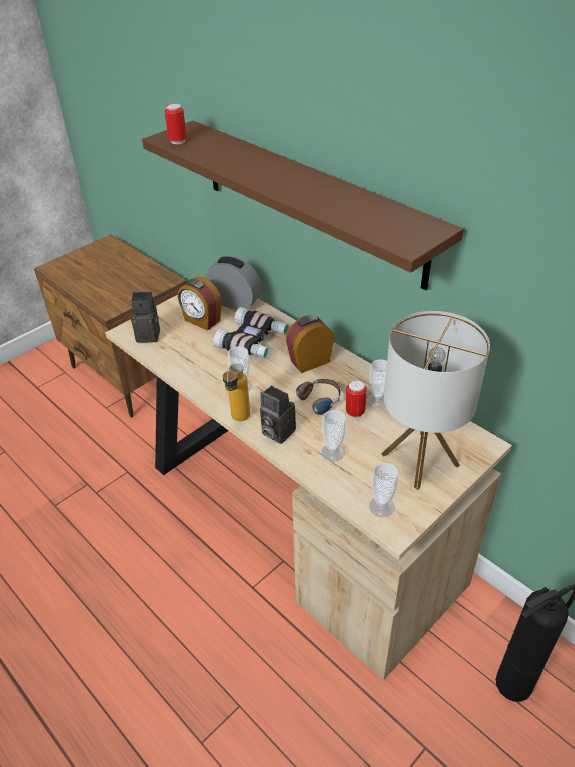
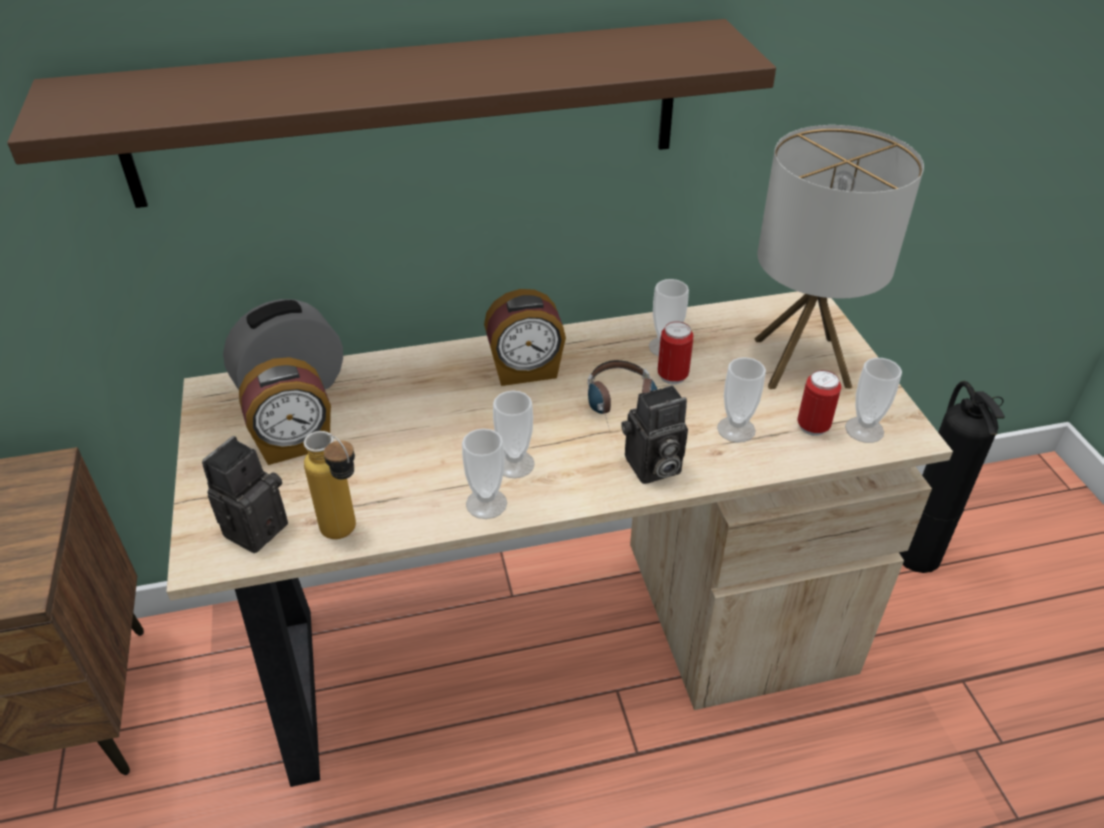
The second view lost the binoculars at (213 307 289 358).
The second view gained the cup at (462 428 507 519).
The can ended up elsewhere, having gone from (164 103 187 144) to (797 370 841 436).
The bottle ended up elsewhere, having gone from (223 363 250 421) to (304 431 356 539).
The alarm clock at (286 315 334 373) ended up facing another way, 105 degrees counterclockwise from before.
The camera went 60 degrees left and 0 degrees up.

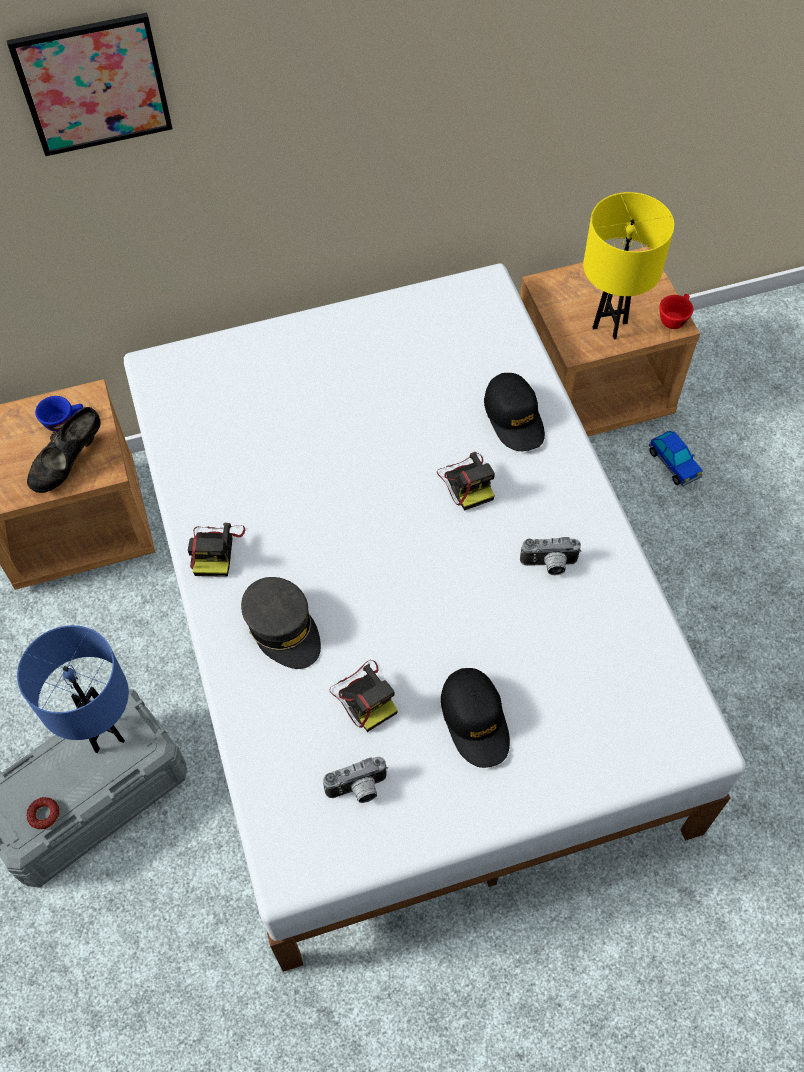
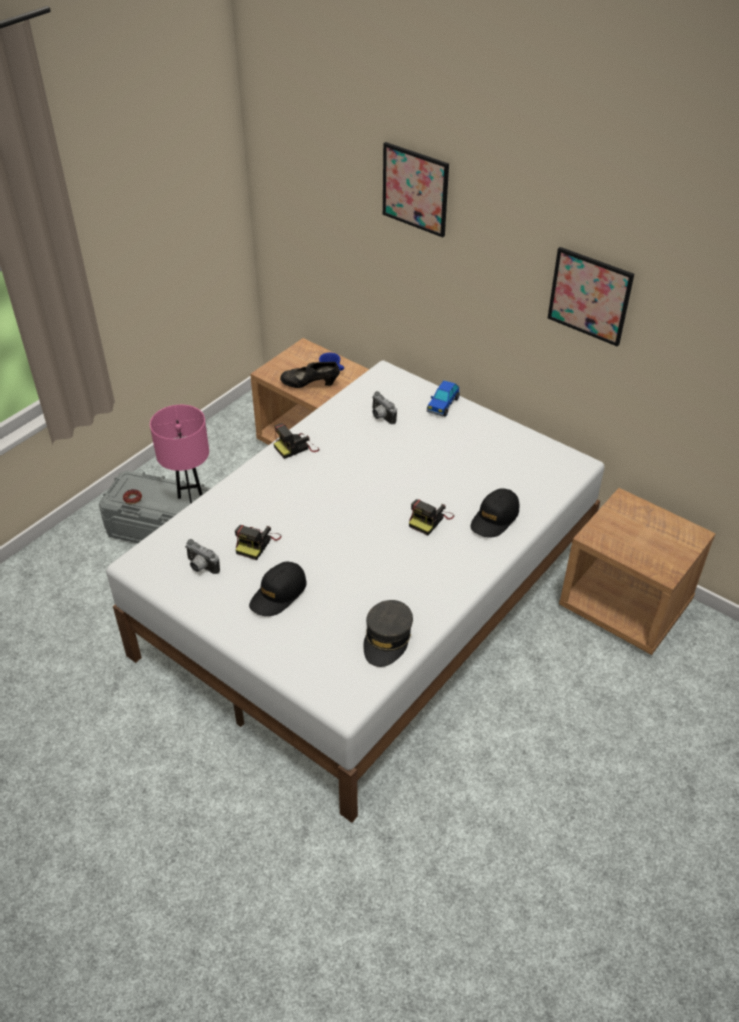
The second view lost the table lamp (yellow) at (583 192 674 340).
The second view lost the cup (red) at (659 294 693 329).
The second view gained the picture at (548 247 634 347).
The cap (grey) ended up elsewhere, having gone from (241 577 321 669) to (363 600 413 667).
The photo camera ended up elsewhere, having gone from (520 537 581 576) to (372 391 397 424).
The toy car ended up elsewhere, having gone from (649 431 703 487) to (427 380 460 417).
What was the table lamp (blue) at (17 625 129 753) turned into the table lamp (pink) at (150 405 209 504).
The camera went 55 degrees right and 15 degrees down.

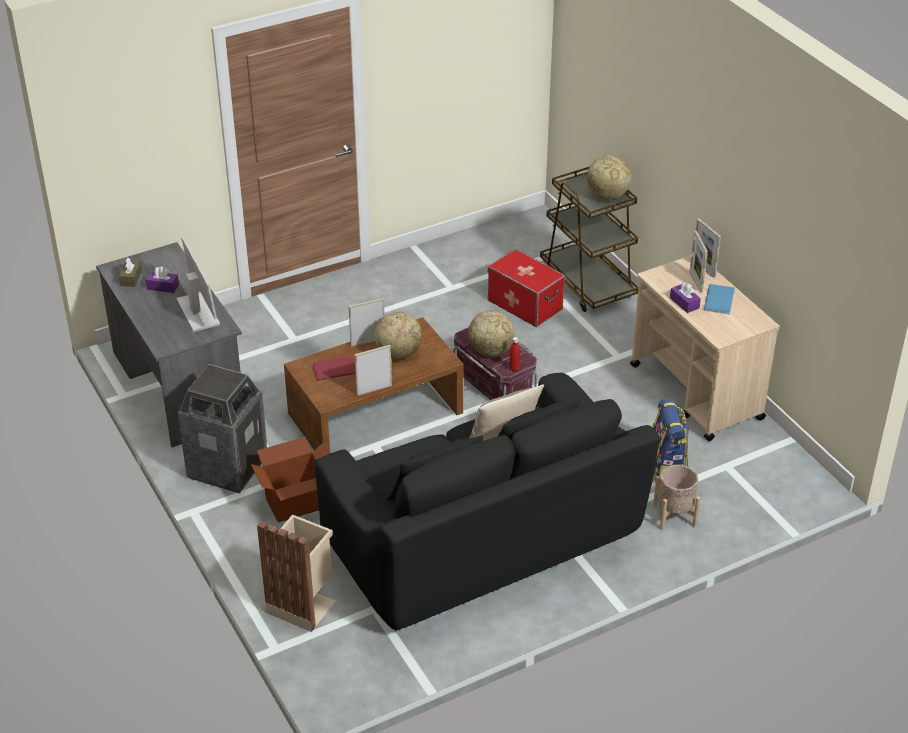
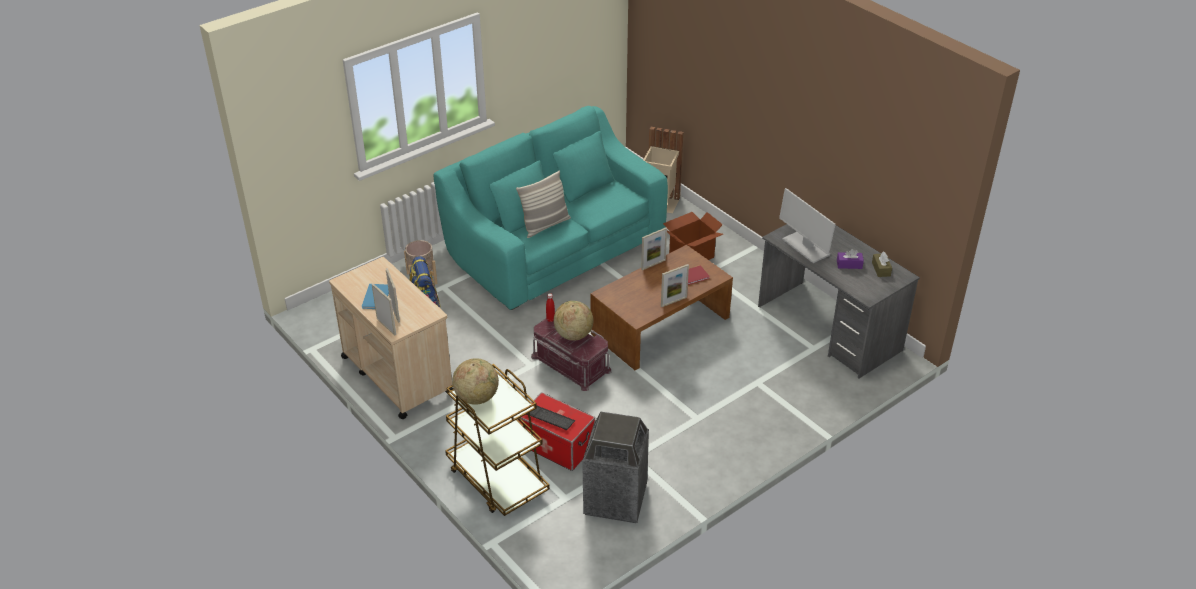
The second view lost the globe at (374 312 422 359).
The second view lost the tissue box (purple) at (670 282 701 313).
The second view gained the keyboard at (526 406 576 430).
The trash can ended up elsewhere, having gone from (178 364 267 493) to (582 412 649 523).
What was the sofa (black) at (315 373 660 631) turned into the sofa (turquoise) at (433 106 668 310).
The camera went 170 degrees right and 0 degrees up.

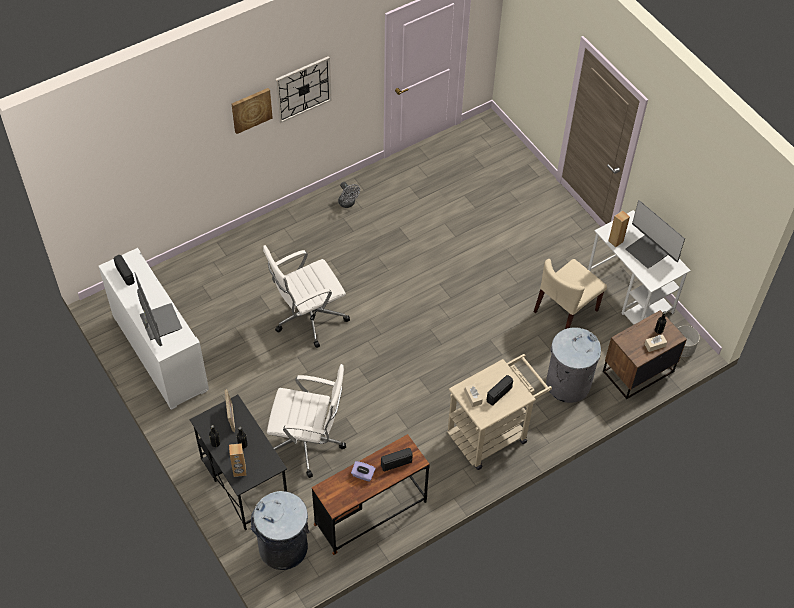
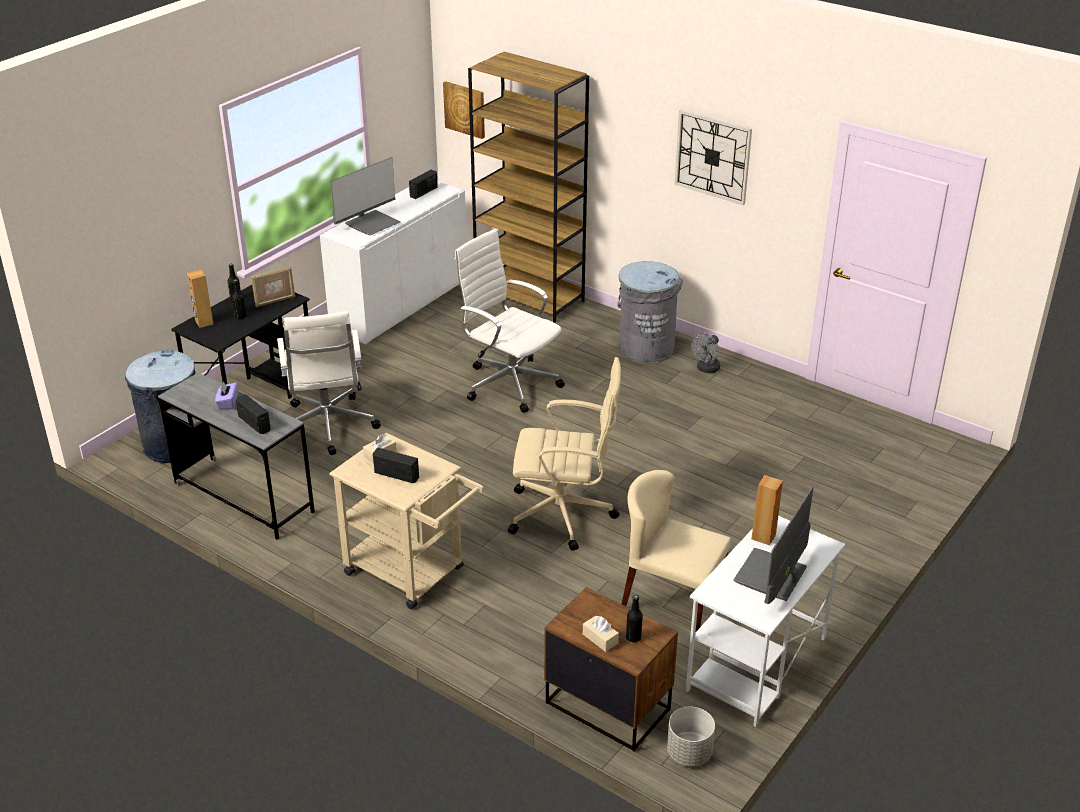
The second view gained the bookcase (brown) at (468 52 589 323).
The second view gained the office chair (beige) at (508 357 621 551).
The picture ended up elsewhere, having gone from (232 88 273 134) to (443 81 485 139).
The trash can (grey) ended up elsewhere, having gone from (546 327 601 403) to (617 261 683 363).
What was the desk (brown) at (312 434 430 555) turned into the desk (grey) at (158 372 315 540).
The camera went 70 degrees right and 20 degrees down.

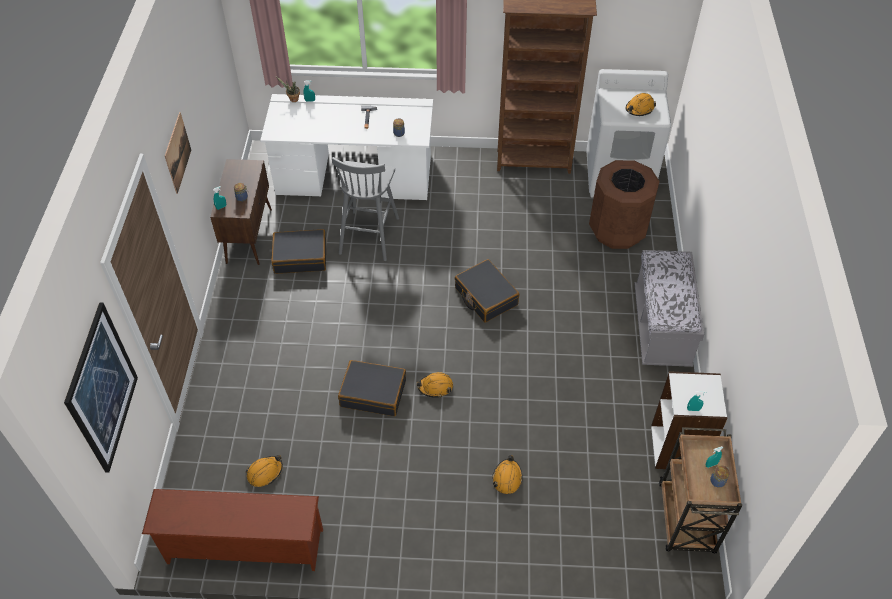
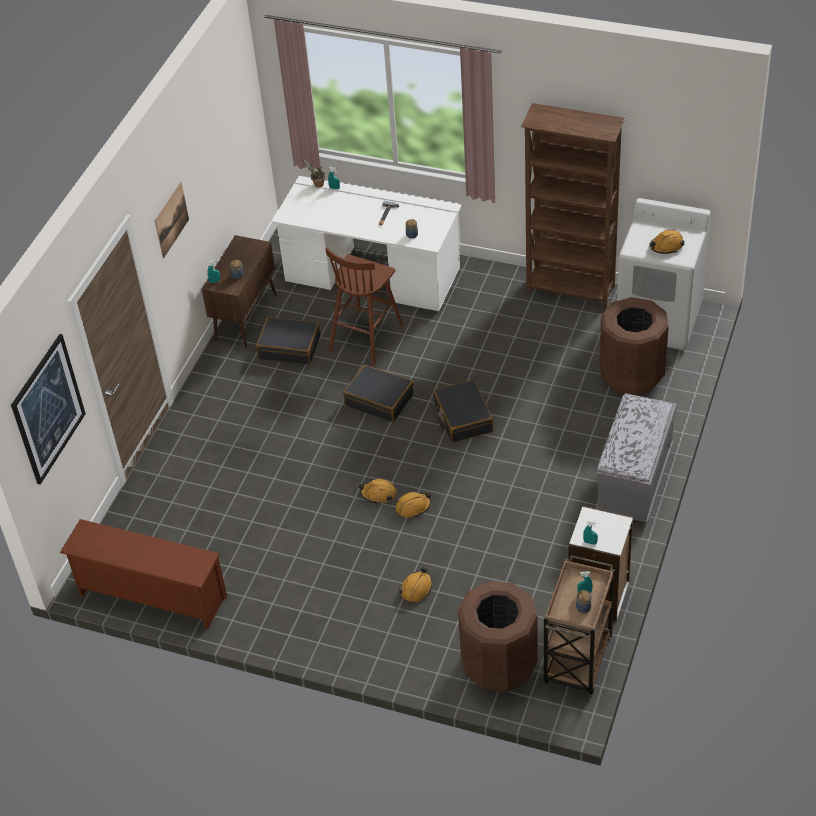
The second view gained the trash can (brown) at (458 581 538 692).
The hard hat (orange) ended up elsewhere, having gone from (246 455 283 487) to (395 492 431 517).
The suitcase (black) ended up elsewhere, having gone from (338 360 406 416) to (343 365 414 422).
What was the stool (grey) at (332 157 399 261) turned into the stool (brown) at (325 248 403 366).
The camera went 20 degrees right and 5 degrees down.

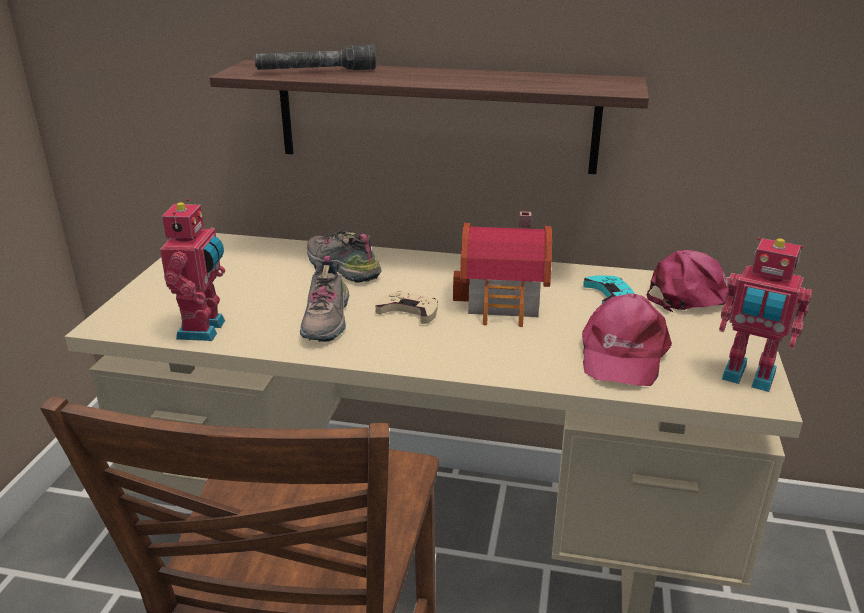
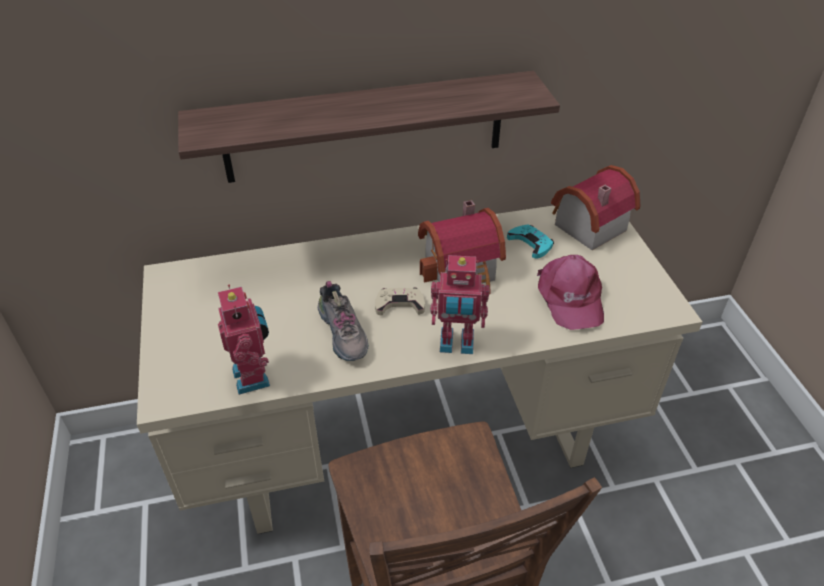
The second view lost the flashlight (grey) at (254 45 376 70).
The second view lost the shoe at (307 230 382 283).
The toy robot ended up elsewhere, having gone from (719 237 812 392) to (430 255 490 354).
Where the cap (pink) stood at (647 250 729 312), the toy house came to stand at (551 165 640 250).
The camera went 25 degrees left and 15 degrees up.

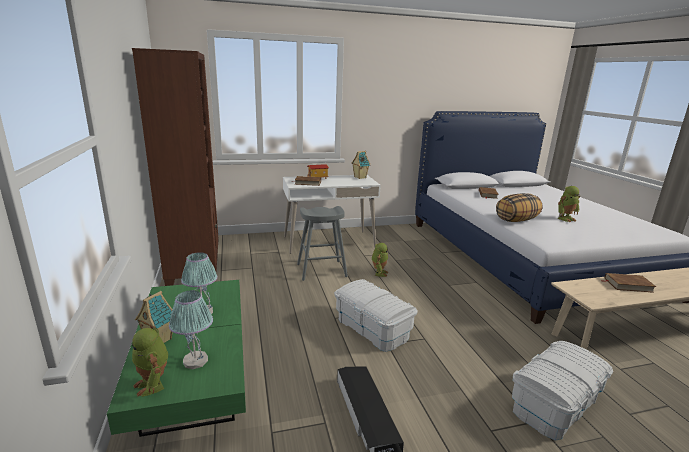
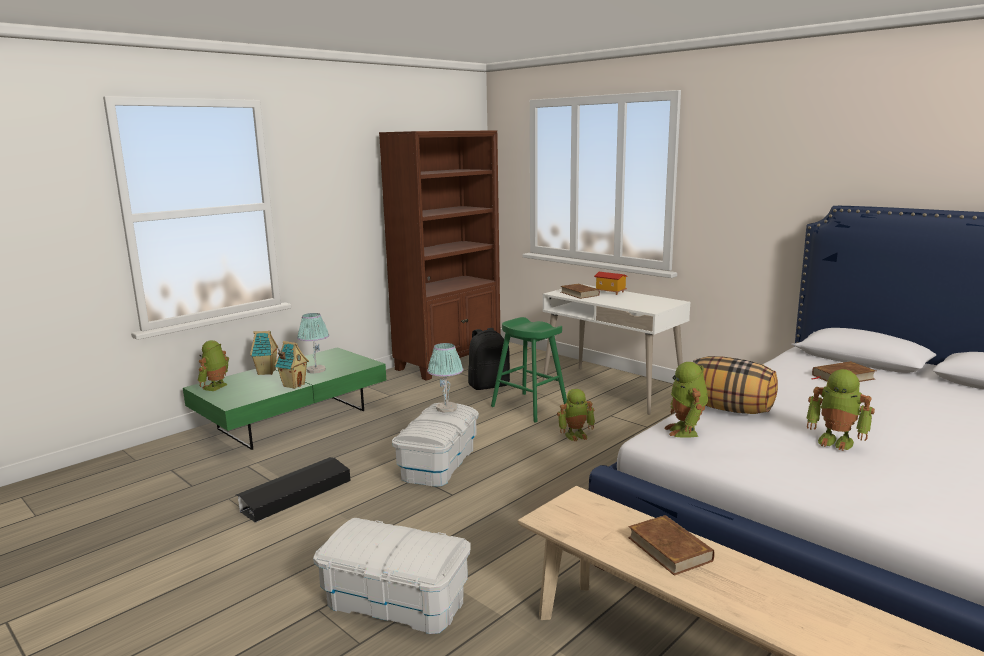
The second view gained the backpack (black) at (468 328 510 390).
The second view gained the toy robot at (665 362 708 438).
The table lamp ended up elsewhere, having gone from (169 291 213 369) to (427 343 463 413).
The toy house ended up elsewhere, having gone from (352 151 370 179) to (275 341 309 389).
What was the stool (grey) at (297 206 348 281) turned into the stool (green) at (491 317 567 423).
The camera went 60 degrees right and 5 degrees down.

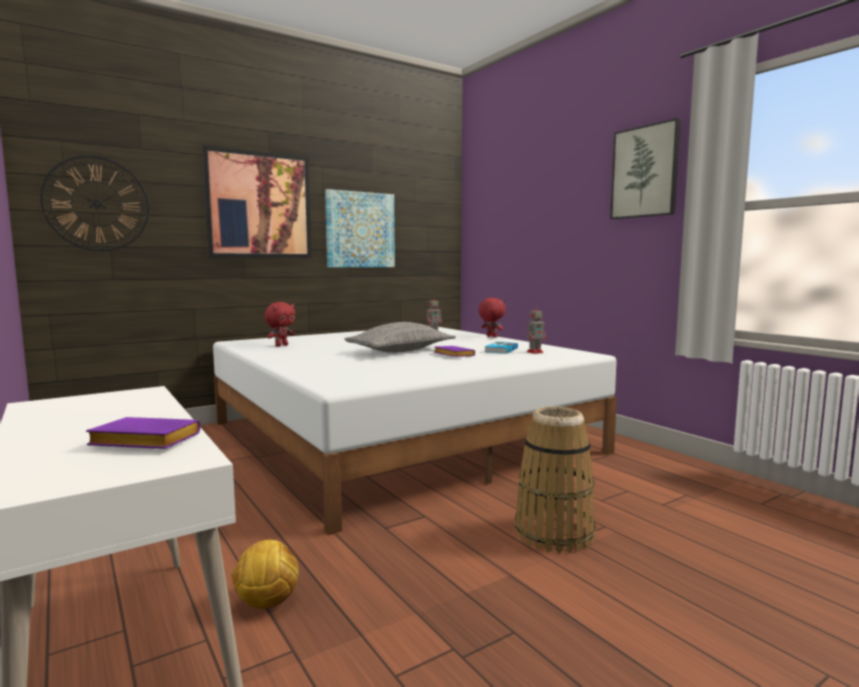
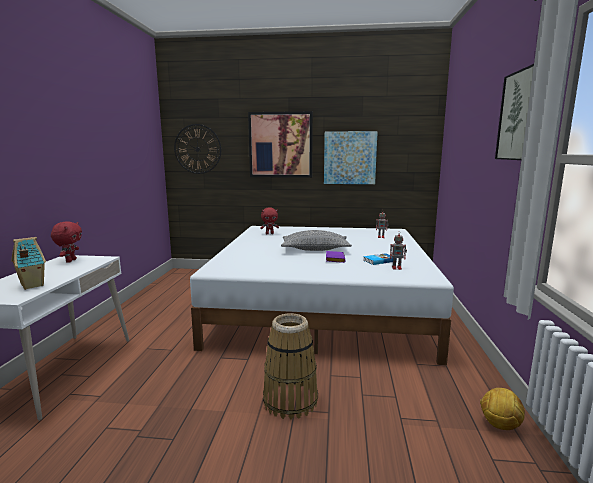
The football ended up elsewhere, having gone from (231 540 299 609) to (480 388 525 430).
The plush toy (red) ended up elsewhere, having gone from (479 298 506 338) to (51 221 82 263).
Where the book (purple) stood at (86 417 200 449), the toy house came to stand at (11 237 46 290).
The camera went 40 degrees right and 5 degrees up.

